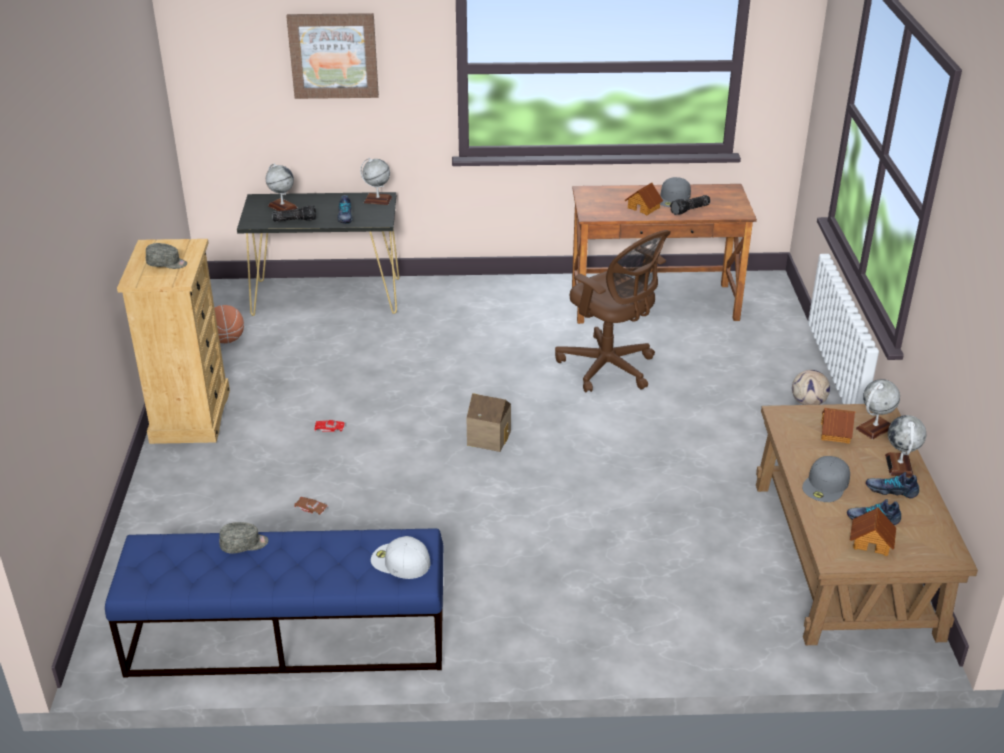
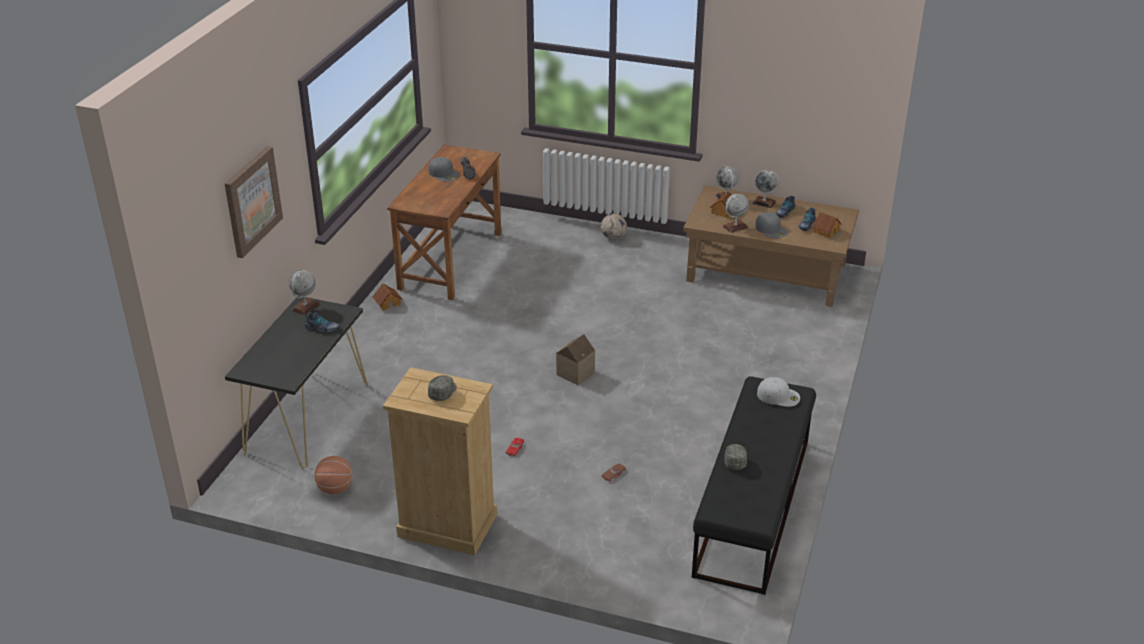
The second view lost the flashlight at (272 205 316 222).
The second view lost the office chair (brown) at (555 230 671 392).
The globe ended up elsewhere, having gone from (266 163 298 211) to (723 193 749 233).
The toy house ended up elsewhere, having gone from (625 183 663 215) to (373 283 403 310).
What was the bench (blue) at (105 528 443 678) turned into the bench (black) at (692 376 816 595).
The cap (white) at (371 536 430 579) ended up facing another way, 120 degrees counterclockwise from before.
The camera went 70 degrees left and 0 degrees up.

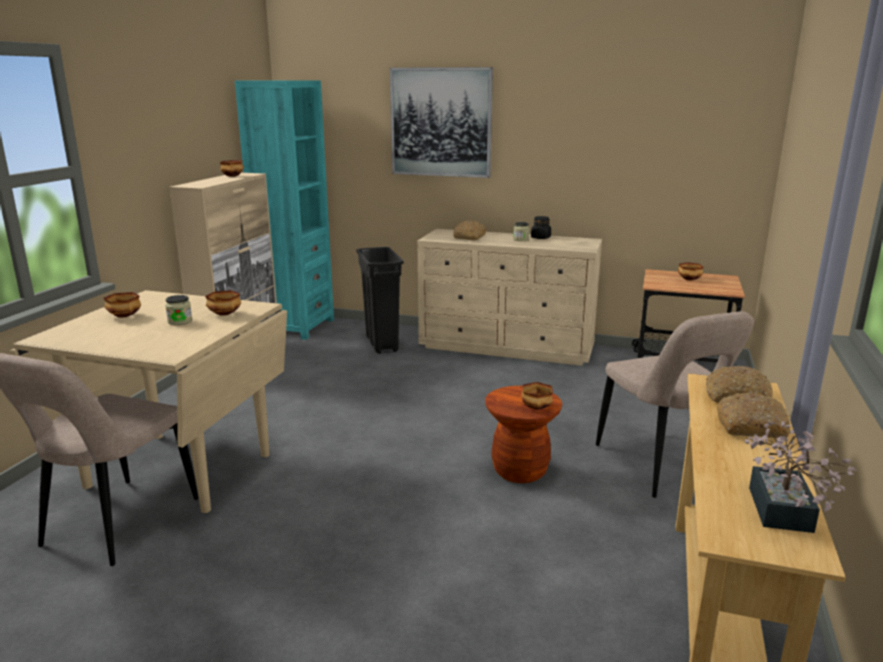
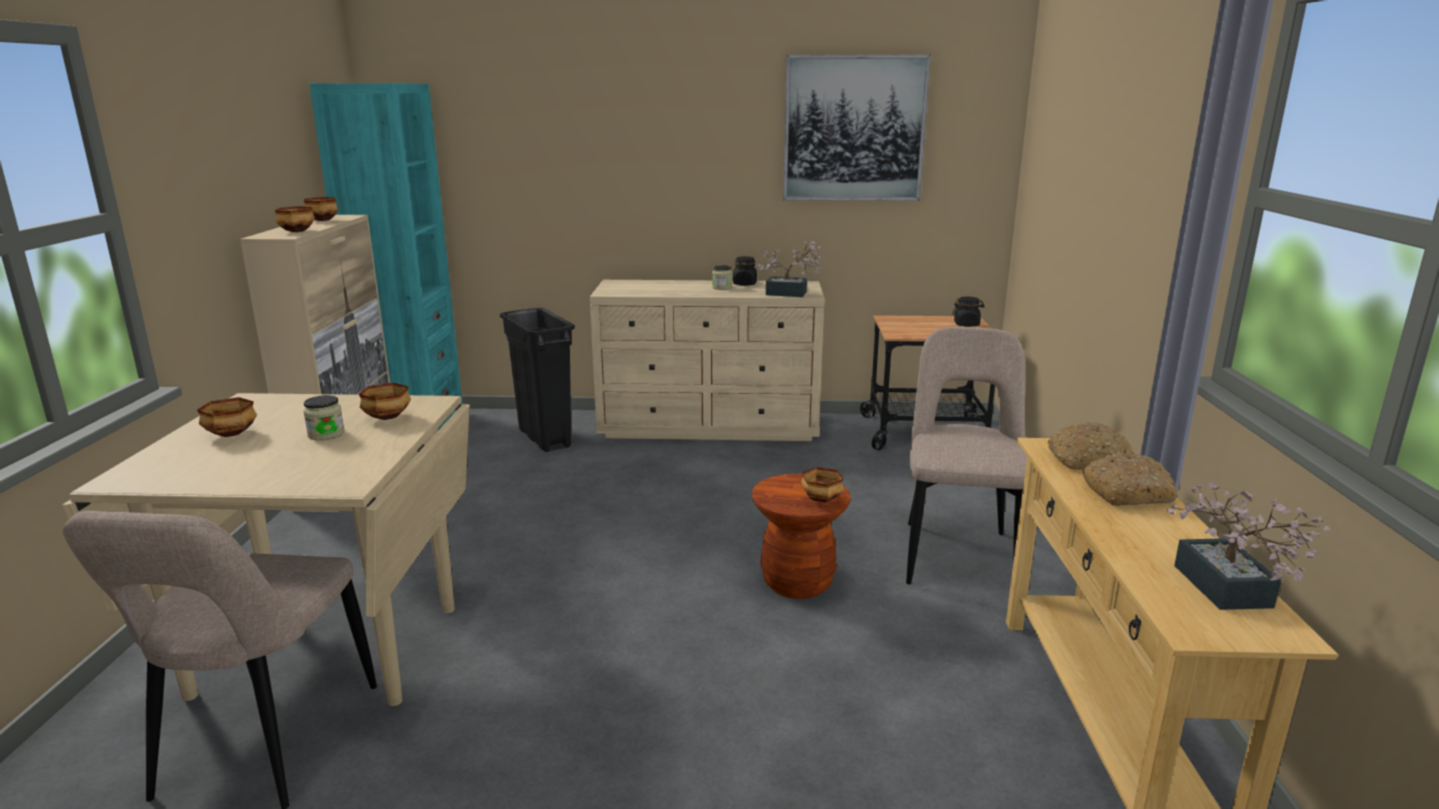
The second view lost the bread at (453 221 486 240).
The second view gained the potted plant at (758 241 823 297).
The second view gained the jar (black) at (952 297 985 327).
The picture ended up elsewhere, having gone from (390 67 493 178) to (783 54 931 201).
The bowl ended up elsewhere, having gone from (677 262 704 281) to (275 206 315 232).
The chair (beige) at (596 311 754 498) ended up facing another way, 135 degrees counterclockwise from before.
The camera went 15 degrees left and 0 degrees up.

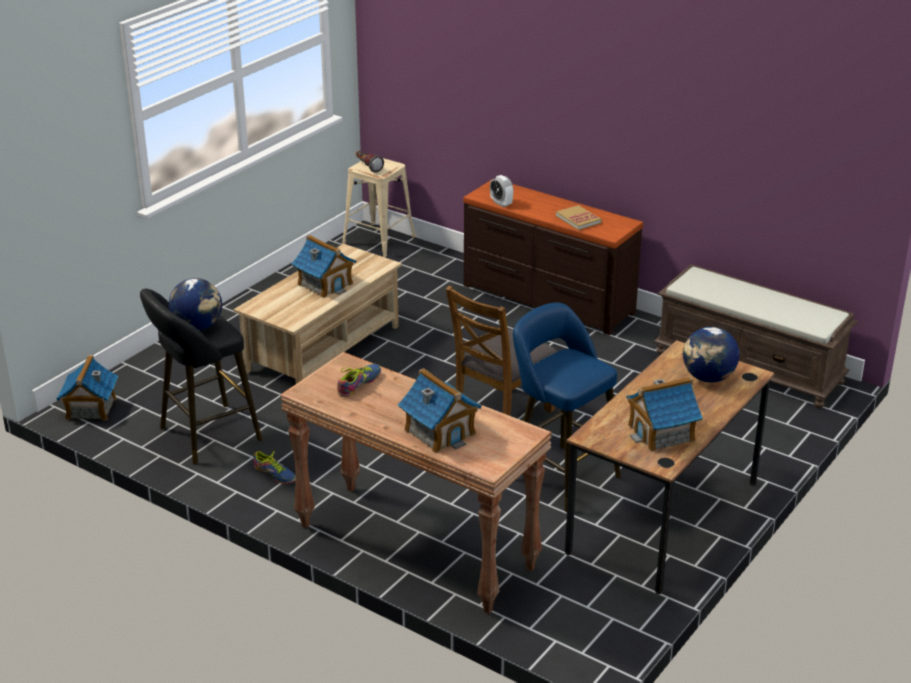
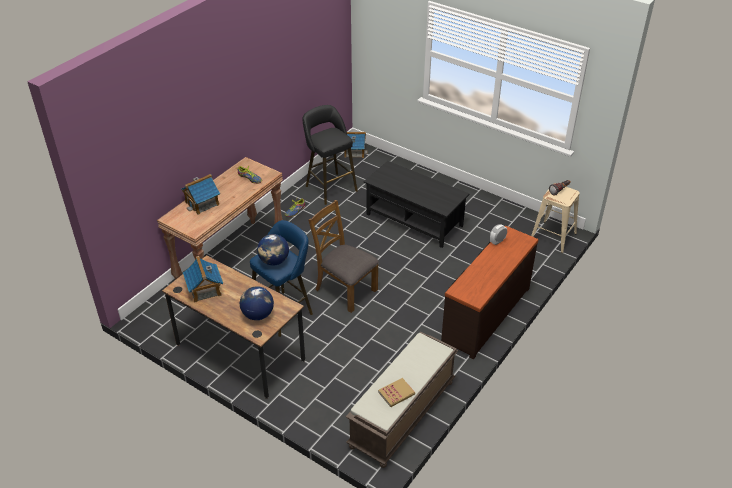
The second view lost the toy house at (292 235 356 298).
The globe ended up elsewhere, having gone from (169 278 222 331) to (257 234 289 265).
The book ended up elsewhere, having gone from (556 205 602 230) to (378 378 415 407).
What was the coffee table (beige) at (233 244 402 384) turned into the coffee table (black) at (364 161 469 248).
The camera went 90 degrees right and 10 degrees up.

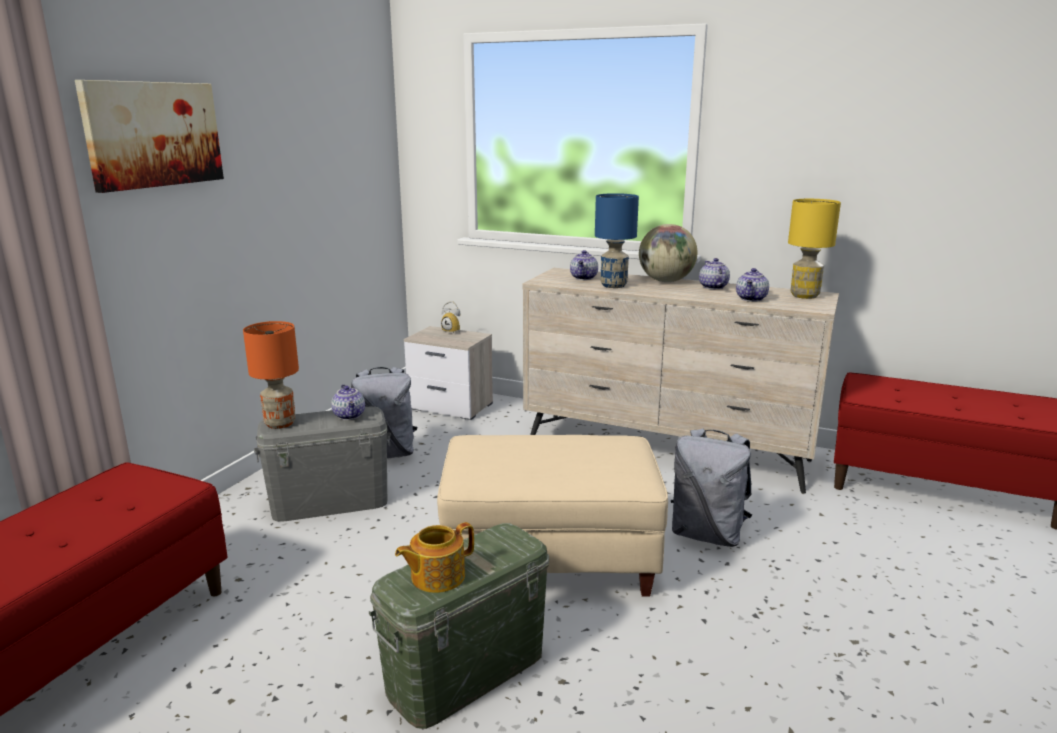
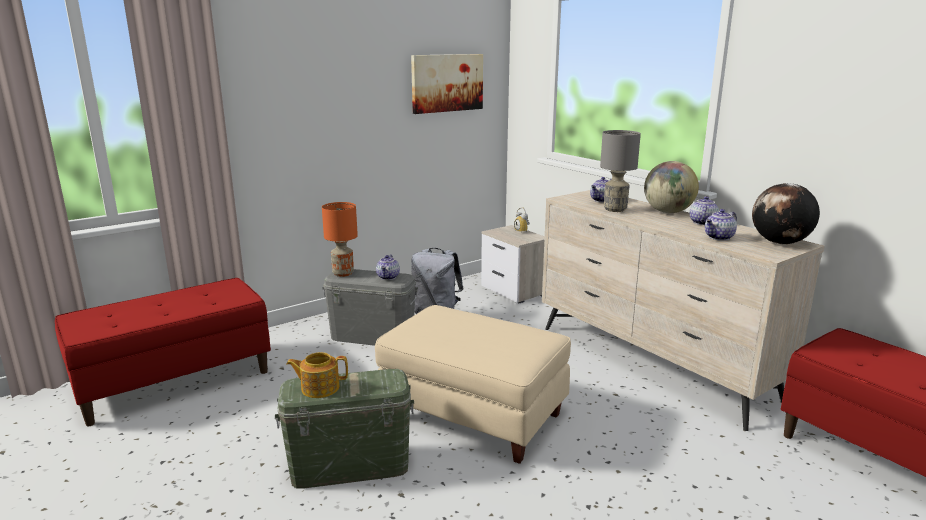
The second view lost the backpack (grey) at (671 429 752 547).
The picture ended up elsewhere, having gone from (75 80 224 193) to (411 54 483 114).
Where the table lamp (yellow) stood at (788 199 841 299), the globe came to stand at (752 183 820 244).
What was the table lamp (blue) at (595 193 639 288) turned into the table lamp (grey) at (600 130 641 212).
The camera went 30 degrees right and 0 degrees up.

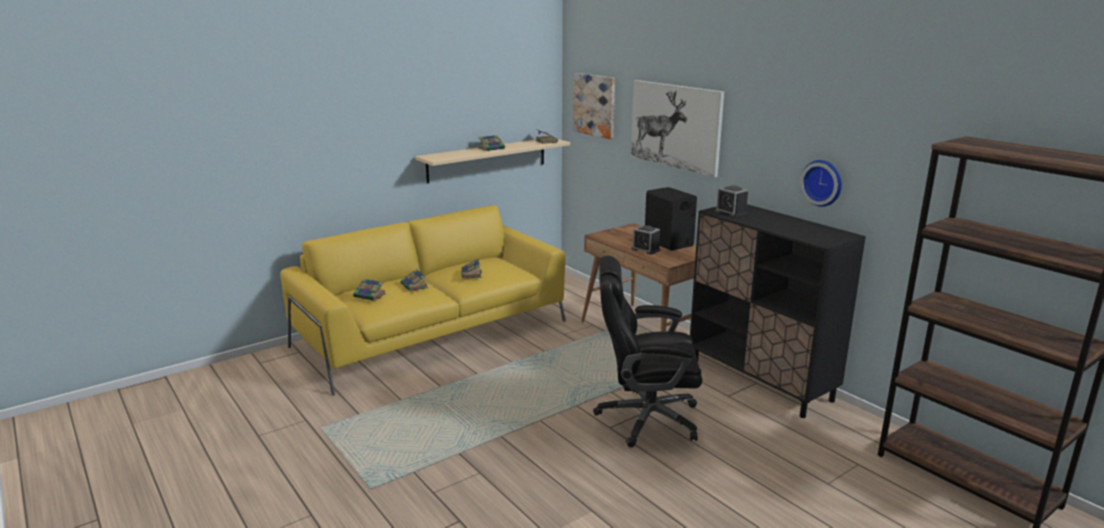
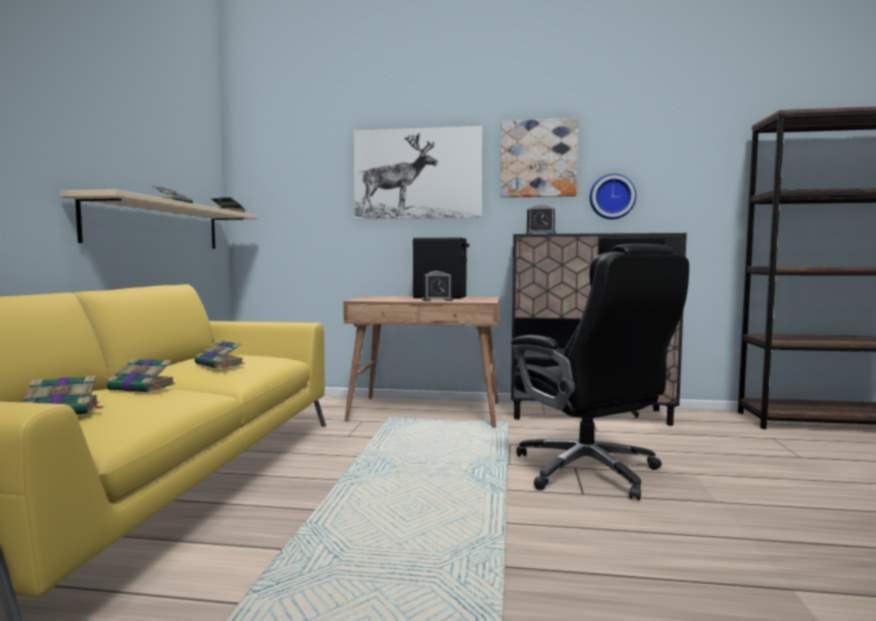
The picture ended up elsewhere, having gone from (573 73 615 139) to (500 118 578 198).
The office chair (black) at (593 256 702 447) ended up facing another way, 75 degrees counterclockwise from before.
The camera went 45 degrees left and 15 degrees down.

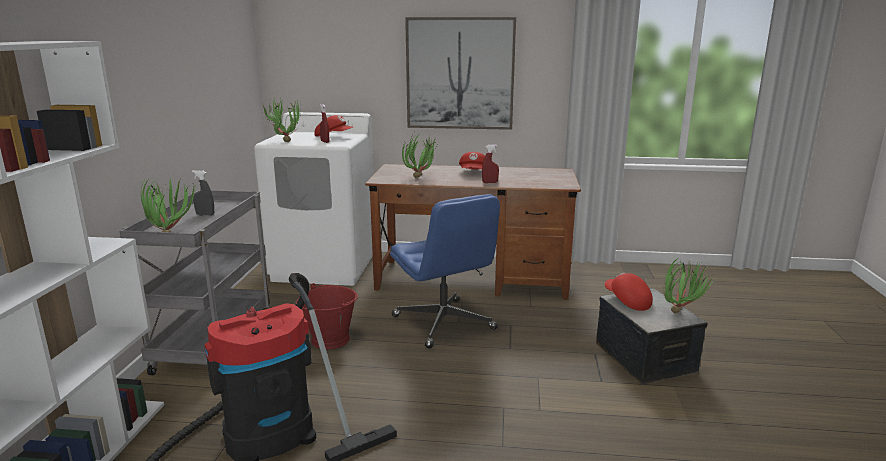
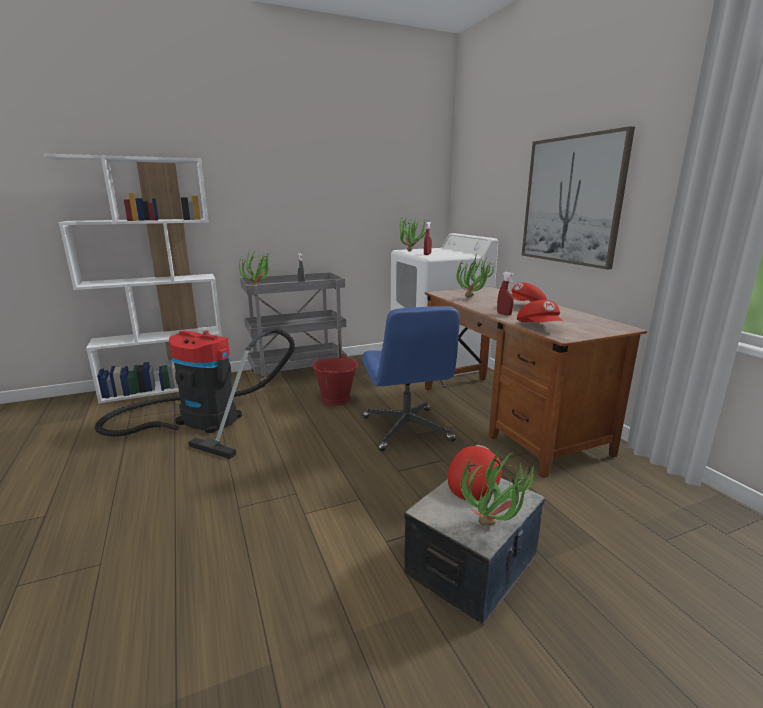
The cap (red) ended up elsewhere, having gone from (314 115 353 137) to (517 300 563 322).
The office chair (blue) at (390 194 500 348) ended up facing another way, 45 degrees counterclockwise from before.
The camera went 60 degrees right and 0 degrees up.

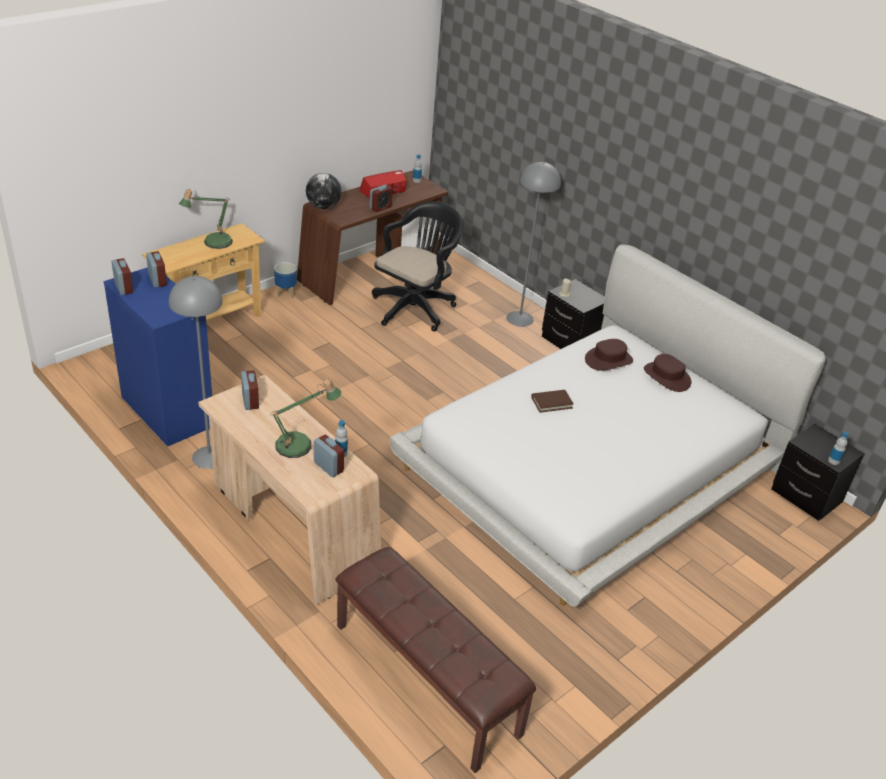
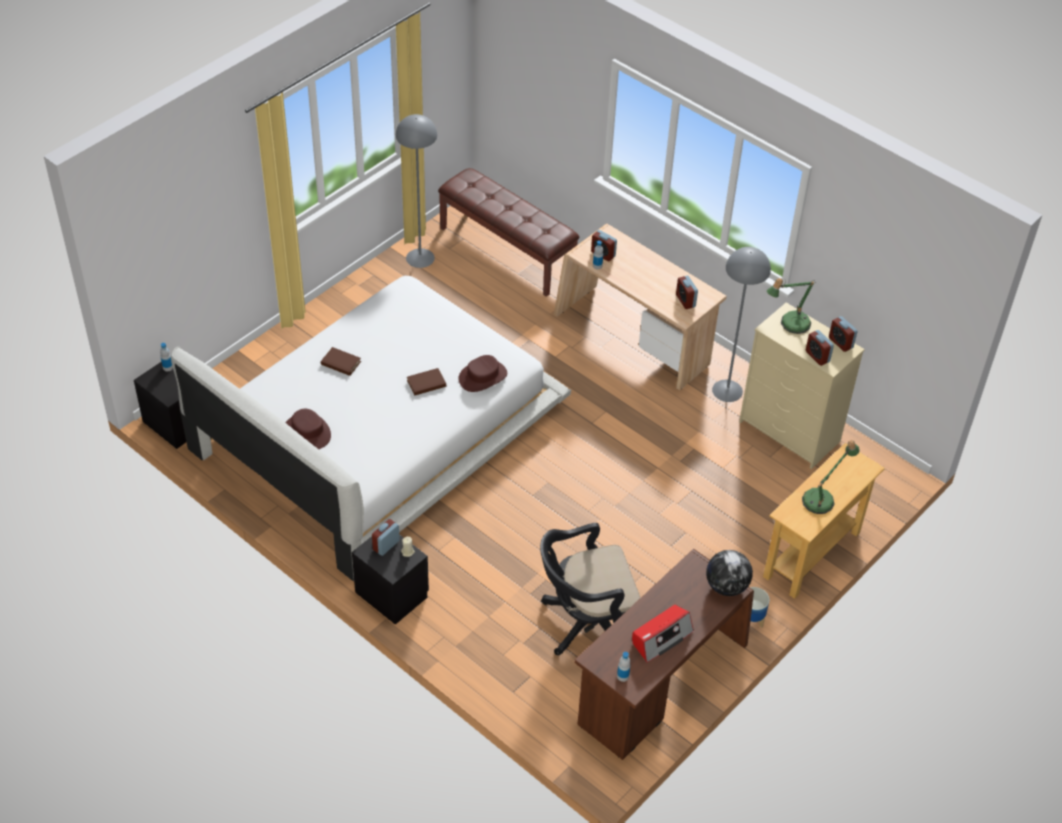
The second view gained the book (brown) at (321 347 361 376).
The table lamp ended up elsewhere, having gone from (270 379 342 458) to (767 278 814 334).
The alarm clock ended up elsewhere, having gone from (370 185 393 212) to (372 519 400 556).
The floor lamp (grey) ended up elsewhere, having gone from (506 162 561 327) to (396 114 437 268).
The hat (brown) ended up elsewhere, having gone from (585 339 633 371) to (458 355 507 392).
What was the dresser (blue) at (103 267 212 447) turned into the dresser (beige) at (739 303 865 469).
The office chair (black) at (372 201 462 332) ended up facing another way, 45 degrees clockwise from before.
The camera went 175 degrees right and 10 degrees up.

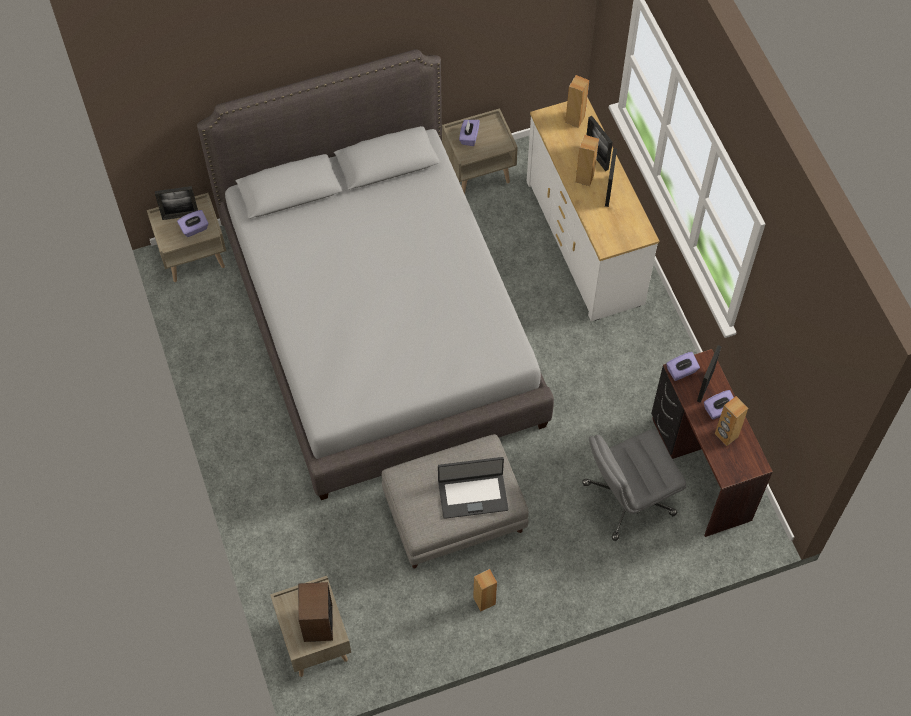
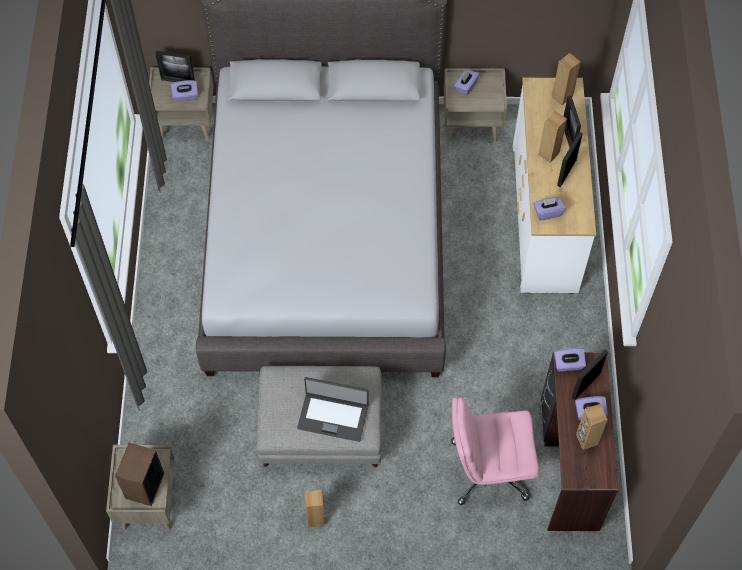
The second view gained the tissue box (purple) at (534 197 566 221).
What was the office chair (grey) at (582 429 686 541) turned into the office chair (pink) at (451 397 539 505).
The camera went 20 degrees right and 0 degrees up.

